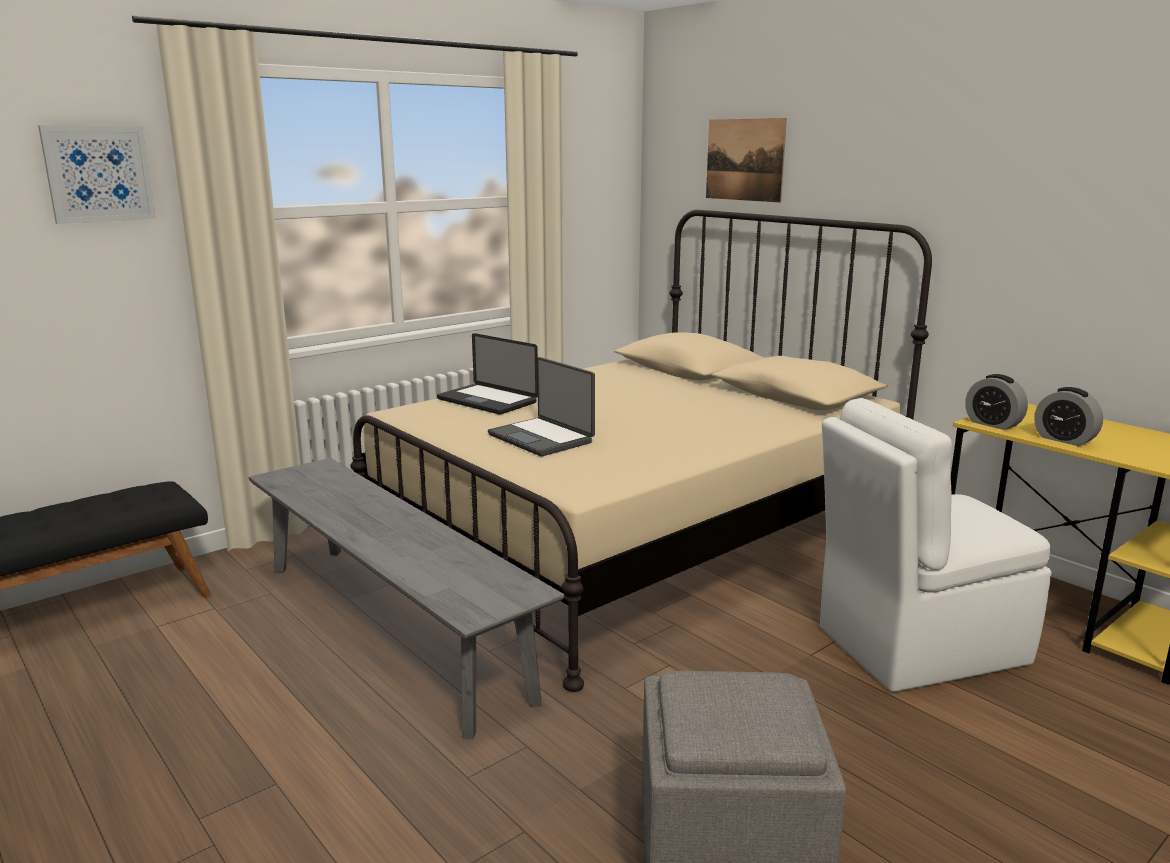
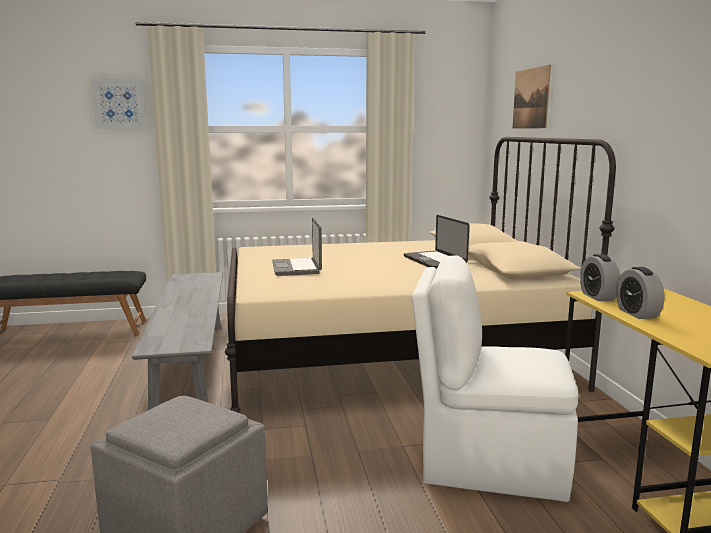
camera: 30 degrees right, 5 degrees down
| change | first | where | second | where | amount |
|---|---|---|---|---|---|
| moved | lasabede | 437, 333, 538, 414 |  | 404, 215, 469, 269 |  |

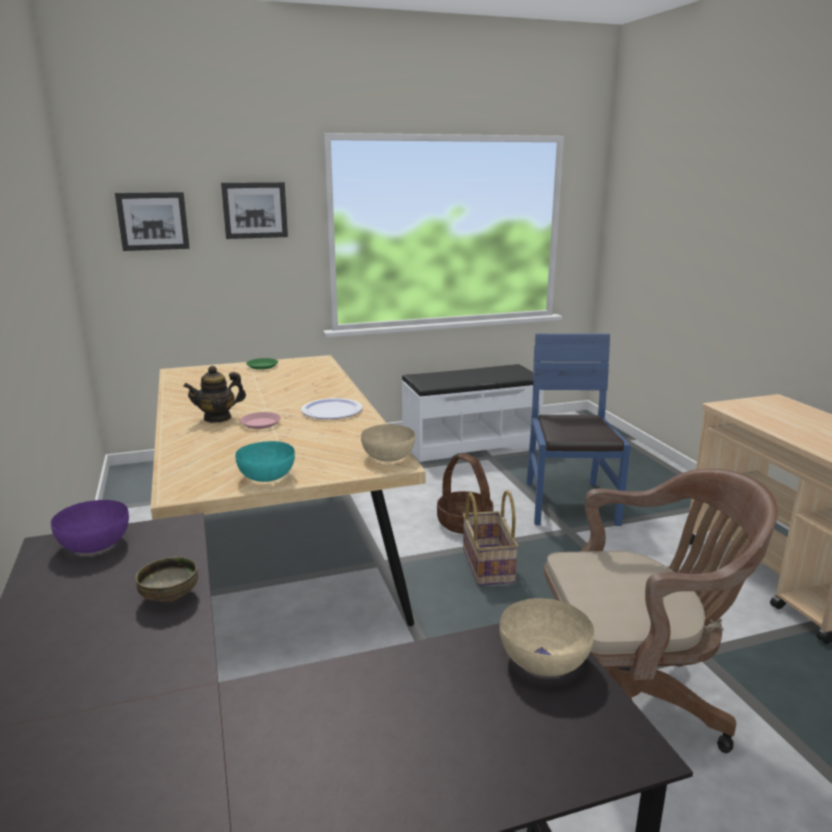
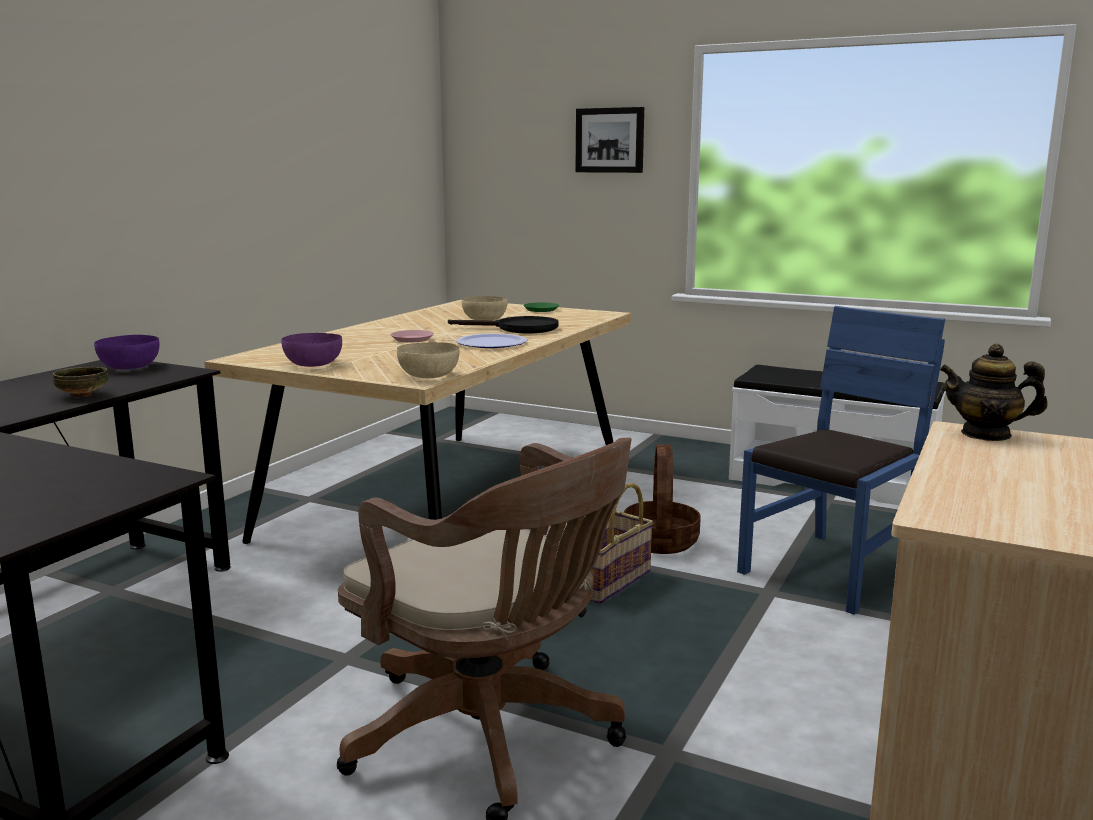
camera: 45 degrees right, 5 degrees down
| change | first | where | second | where | amount |
|---|---|---|---|---|---|
| removed | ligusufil | 115, 192, 190, 251 |  |  |  |
| moved | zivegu | 183, 366, 246, 423 |  | 940, 344, 1048, 441 |  |
| recoloured | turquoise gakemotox | 235, 441, 295, 482 | purple gakemotox | 281, 333, 342, 367 |  |
| moved | beige gakemotox | 500, 598, 594, 676 |  | 462, 296, 508, 320 |  |
| added |  |  | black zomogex | 448, 316, 559, 333 |  |

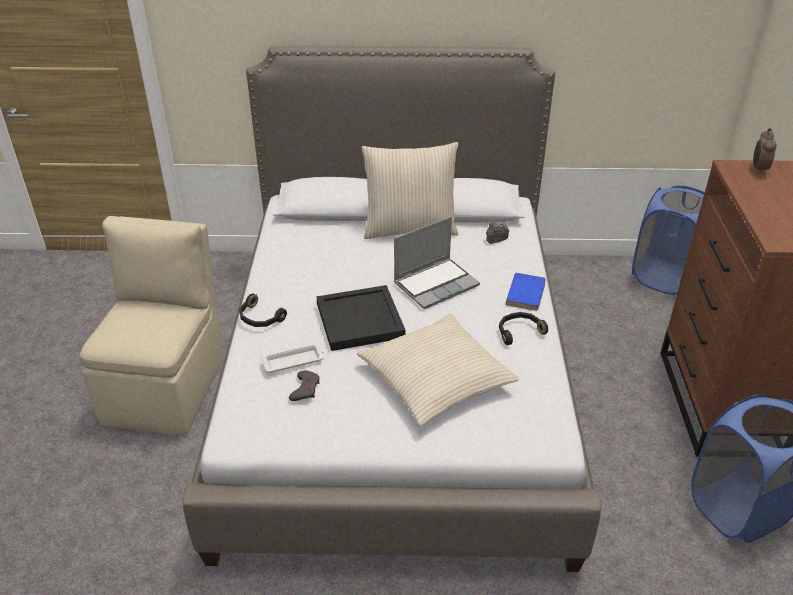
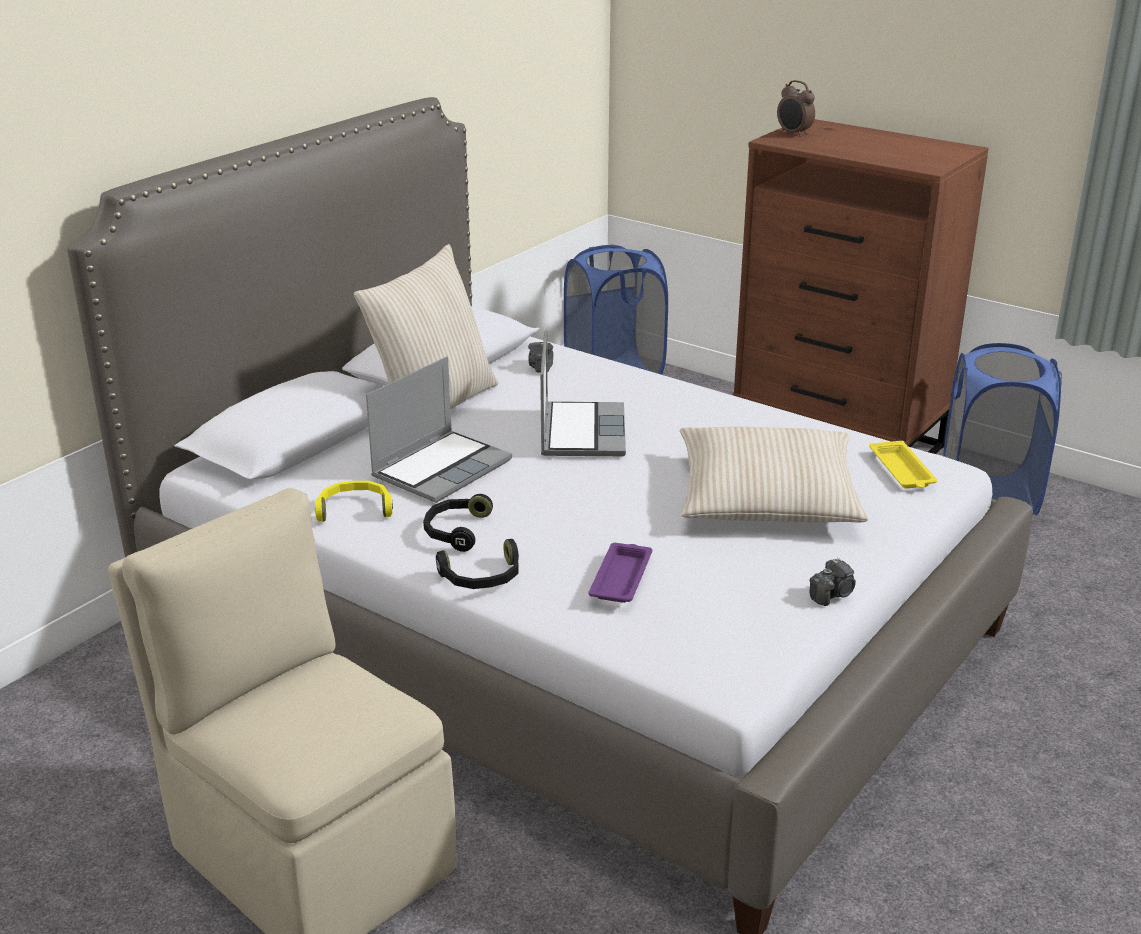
camera: 55 degrees left, 10 degrees down
| change | first | where | second | where | amount |
|---|---|---|---|---|---|
| recoloured | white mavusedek | 261, 343, 324, 372 | purple mavusedek | 588, 543, 652, 603 |  |
| removed | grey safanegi | 289, 371, 320, 401 |  |  |  |
| removed | black mavusedek | 316, 285, 406, 351 |  |  |  |
| moved | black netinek | 499, 312, 548, 345 |  | 423, 494, 493, 552 |  |
| removed | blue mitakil | 506, 273, 546, 311 |  |  |  |
| added |  |  | yellow netinek | 315, 481, 393, 522 |  |
| added |  |  | lasabede | 366, 357, 512, 503 |  |
| added |  |  | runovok | 809, 558, 856, 606 |  |
| added |  |  | yellow mavusedek | 869, 441, 937, 489 |  |

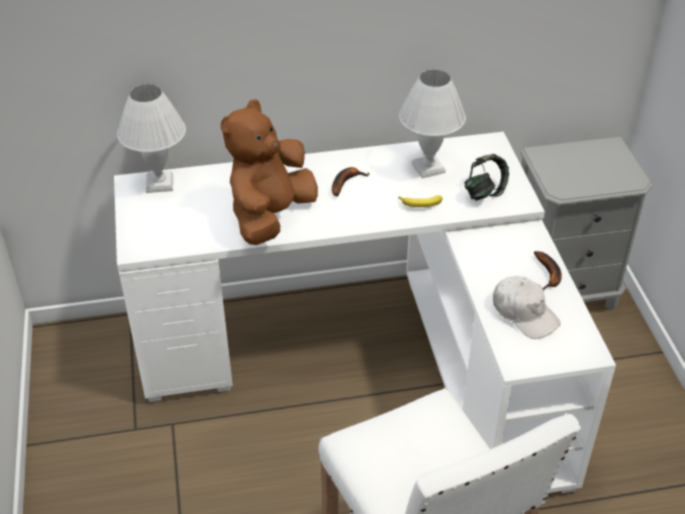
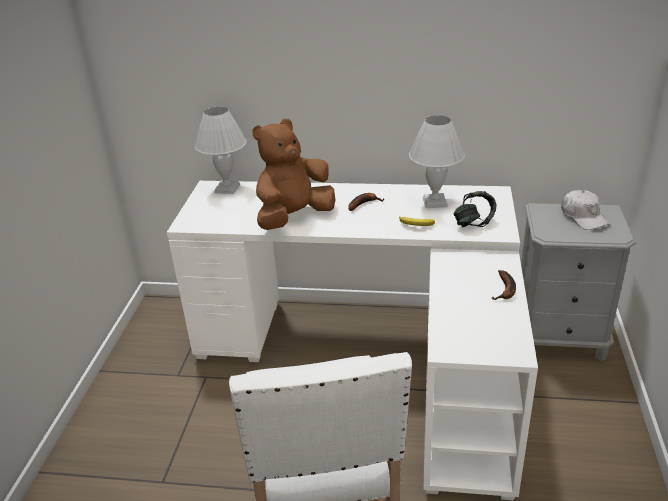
camera: 20 degrees right, 10 degrees down
| change | first | where | second | where | amount |
|---|---|---|---|---|---|
| moved | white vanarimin | 493, 276, 561, 339 |  | 561, 190, 610, 230 |  |

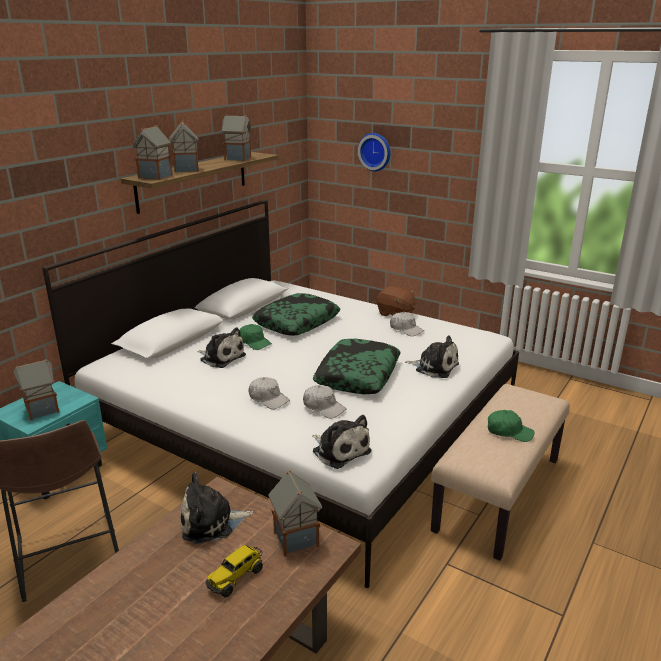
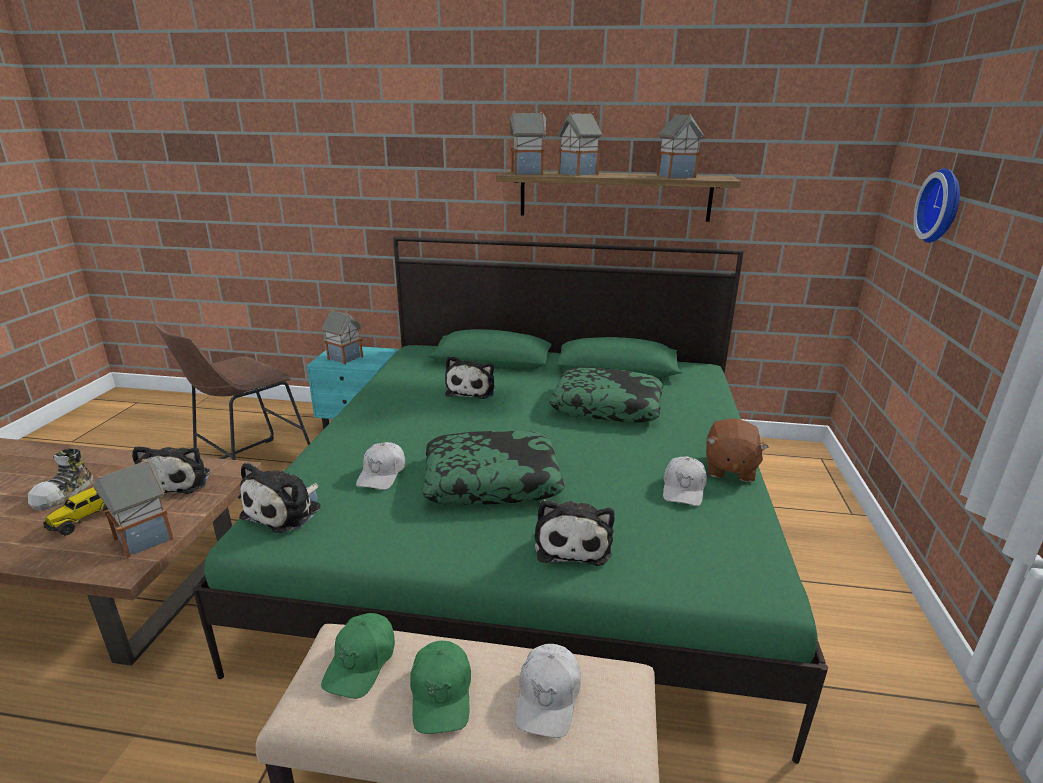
camera: 65 degrees right, 0 degrees up
| change | first | where | second | where | amount |
|---|---|---|---|---|---|
| recoloured | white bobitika | 42, 199, 519, 588 | green bobitika | 193, 236, 828, 764 |  |
| turned | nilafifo | 180, 472, 253, 544 |  | 132, 446, 210, 494 | 150 degrees counterclockwise |
| turned | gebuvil | 206, 545, 263, 598 |  | 43, 487, 108, 535 | 75 degrees counterclockwise |
| moved | green vanarimin | 239, 324, 272, 350 |  | 321, 613, 395, 699 |  |
| moved | white vanarimin | 248, 377, 290, 409 |  | 515, 644, 581, 738 |  |
| added |  |  | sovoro | 28, 448, 93, 511 |  |

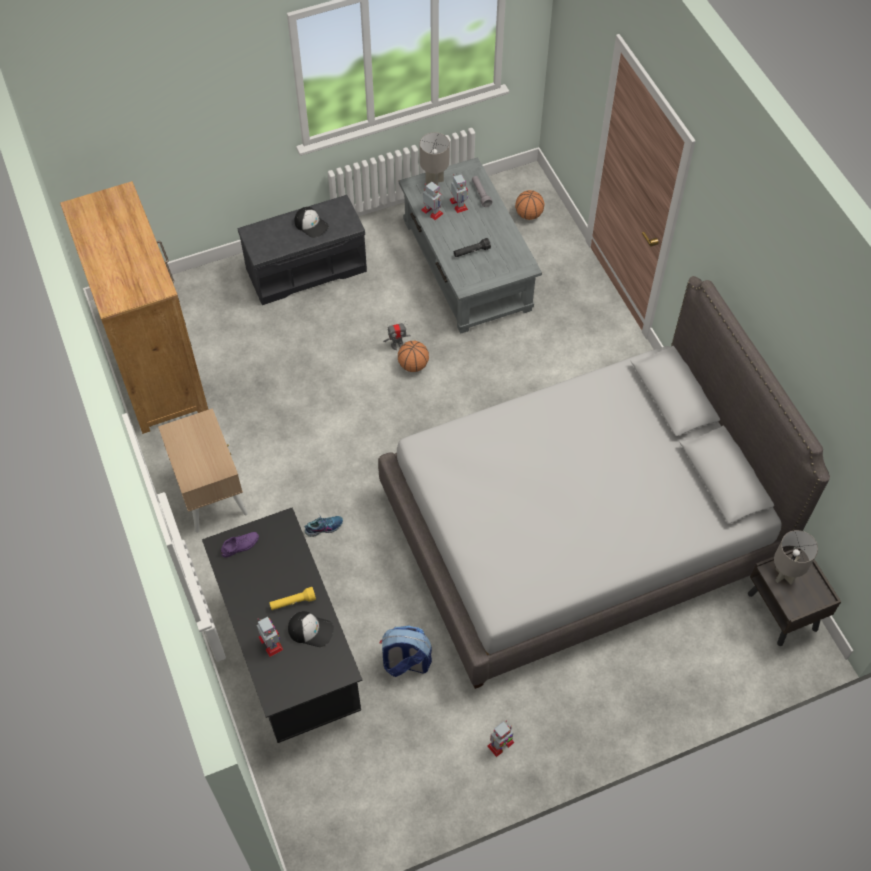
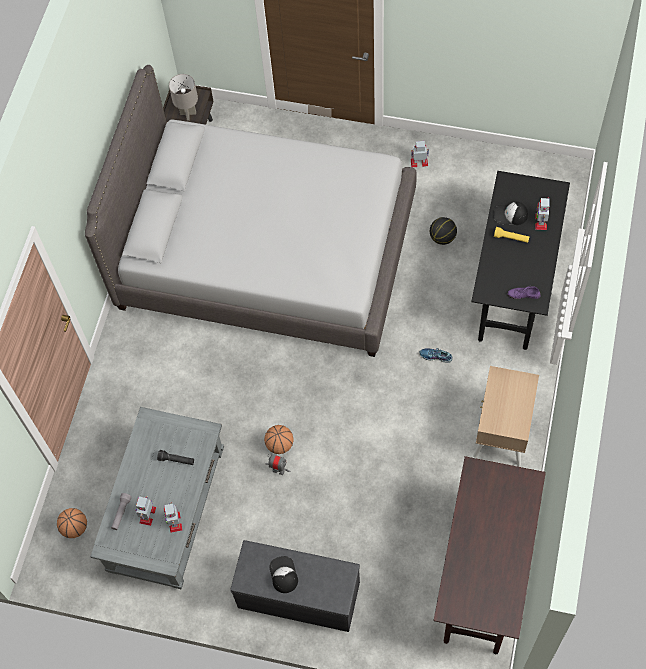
camera: 140 degrees left, 5 degrees up
| change | first | where | second | where | amount |
|---|---|---|---|---|---|
| replaced | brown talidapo | 60, 181, 209, 434 | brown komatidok | 433, 456, 546, 655 |  |
| turned | vanarimin | 288, 611, 334, 647 |  | 494, 202, 528, 225 | 45 degrees counterclockwise |
| replaced | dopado | 380, 626, 432, 677 | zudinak | 430, 217, 457, 245 |  |
| removed | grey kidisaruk | 420, 132, 450, 185 |  |  |  |

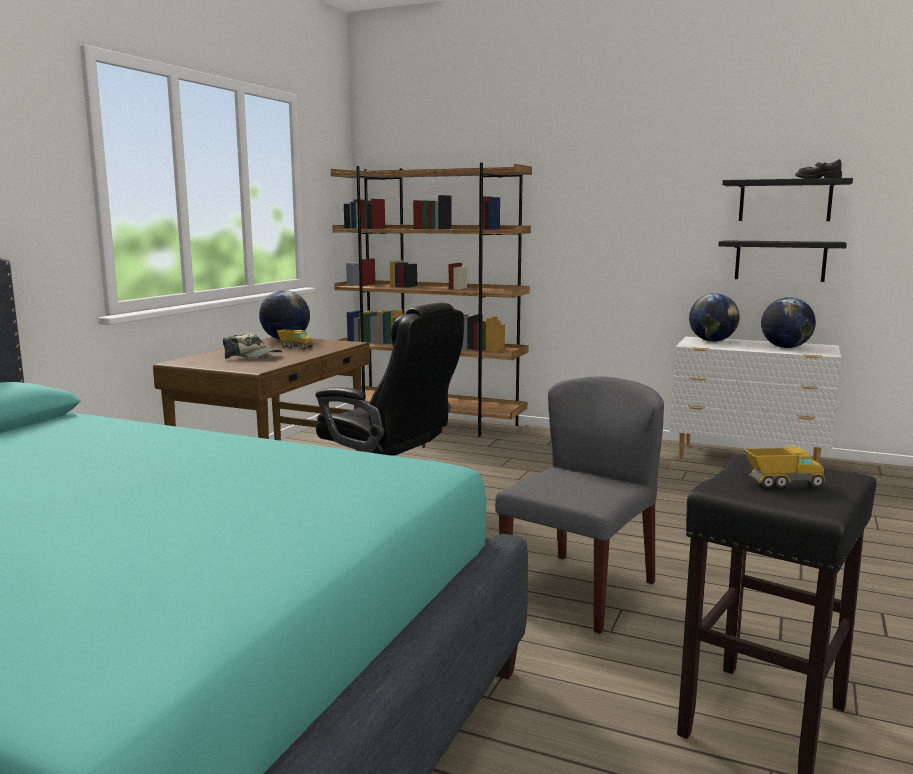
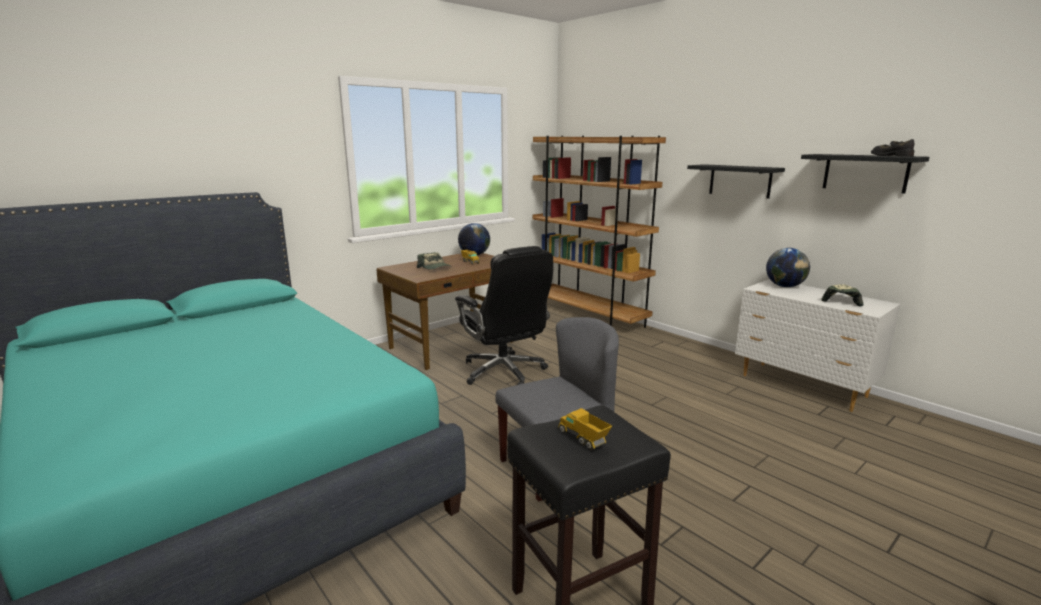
camera: 25 degrees right, 5 degrees up
| change | first | where | second | where | amount |
|---|---|---|---|---|---|
| moved | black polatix | 718, 240, 847, 282 |  | 687, 164, 785, 199 |  |
| turned | gebuvil | 744, 446, 825, 488 |  | 558, 408, 612, 450 | 150 degrees counterclockwise |
| replaced | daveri | 761, 297, 816, 348 | vanarimin | 821, 284, 863, 307 |  |

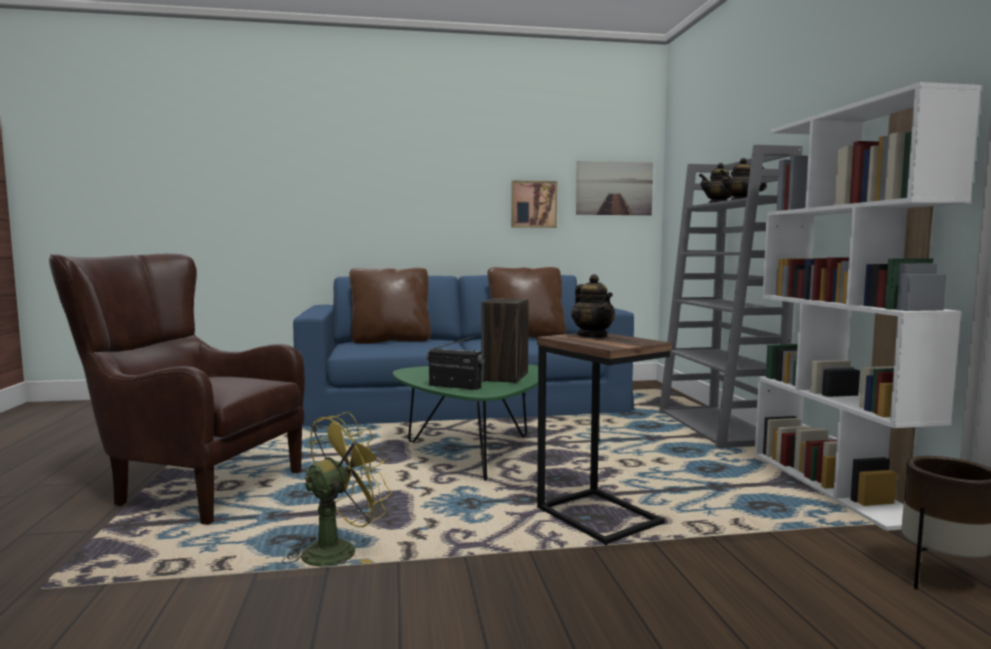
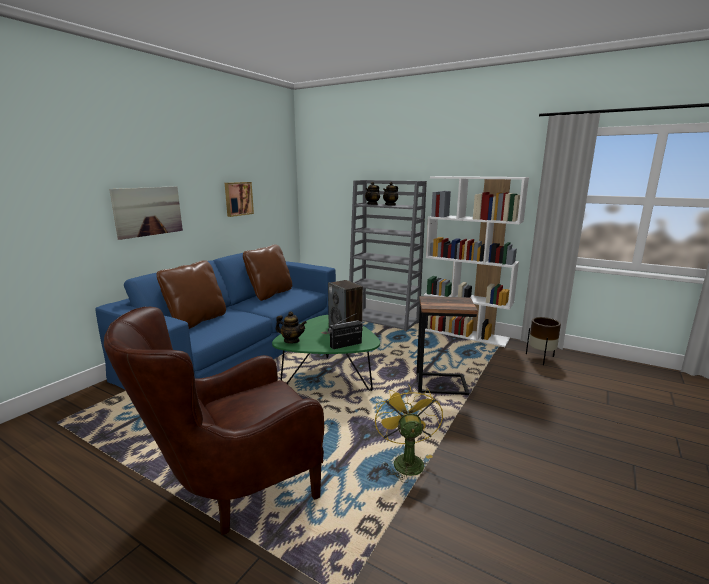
camera: 50 degrees left, 10 degrees up
| change | first | where | second | where | amount |
|---|---|---|---|---|---|
| moved | zivegu | 571, 274, 615, 338 |  | 276, 312, 307, 344 |  |
| moved | ligusufil | 576, 161, 653, 215 |  | 109, 186, 183, 240 |  |

